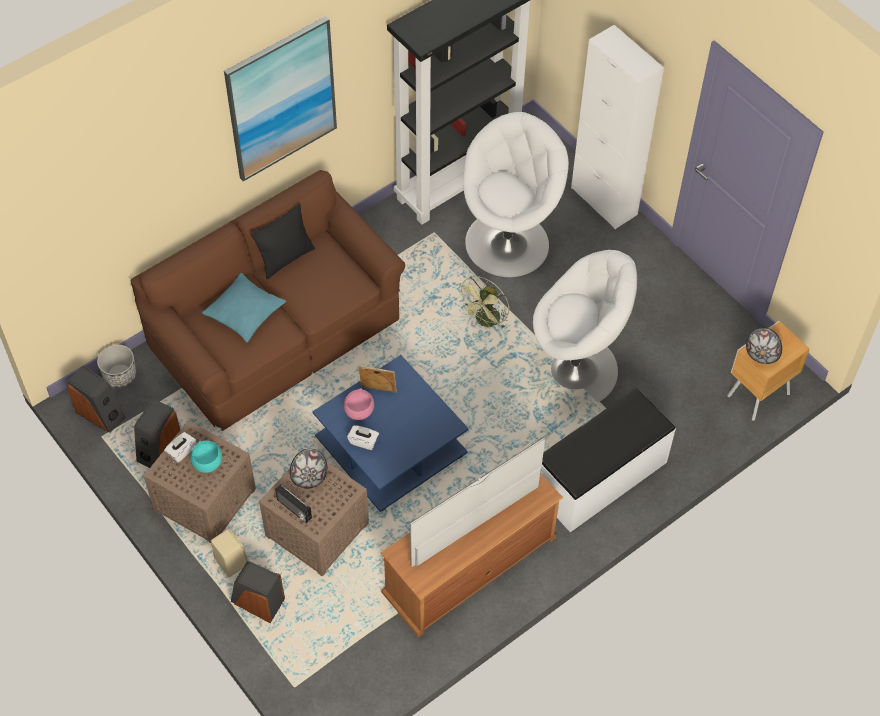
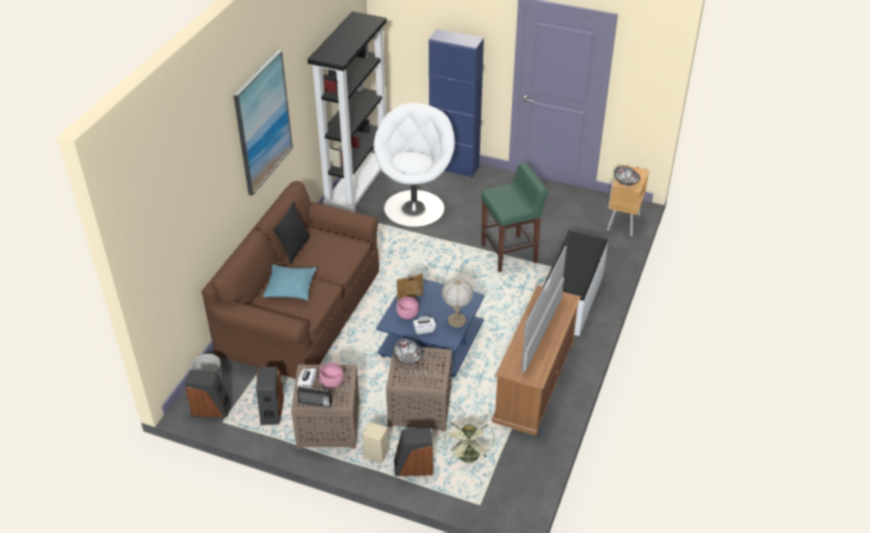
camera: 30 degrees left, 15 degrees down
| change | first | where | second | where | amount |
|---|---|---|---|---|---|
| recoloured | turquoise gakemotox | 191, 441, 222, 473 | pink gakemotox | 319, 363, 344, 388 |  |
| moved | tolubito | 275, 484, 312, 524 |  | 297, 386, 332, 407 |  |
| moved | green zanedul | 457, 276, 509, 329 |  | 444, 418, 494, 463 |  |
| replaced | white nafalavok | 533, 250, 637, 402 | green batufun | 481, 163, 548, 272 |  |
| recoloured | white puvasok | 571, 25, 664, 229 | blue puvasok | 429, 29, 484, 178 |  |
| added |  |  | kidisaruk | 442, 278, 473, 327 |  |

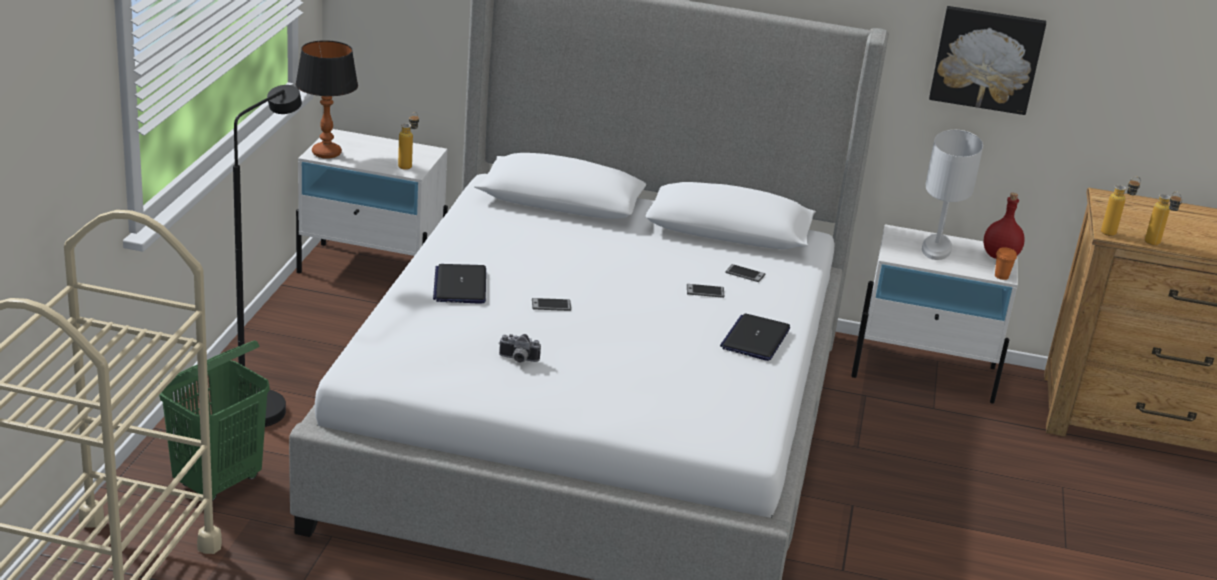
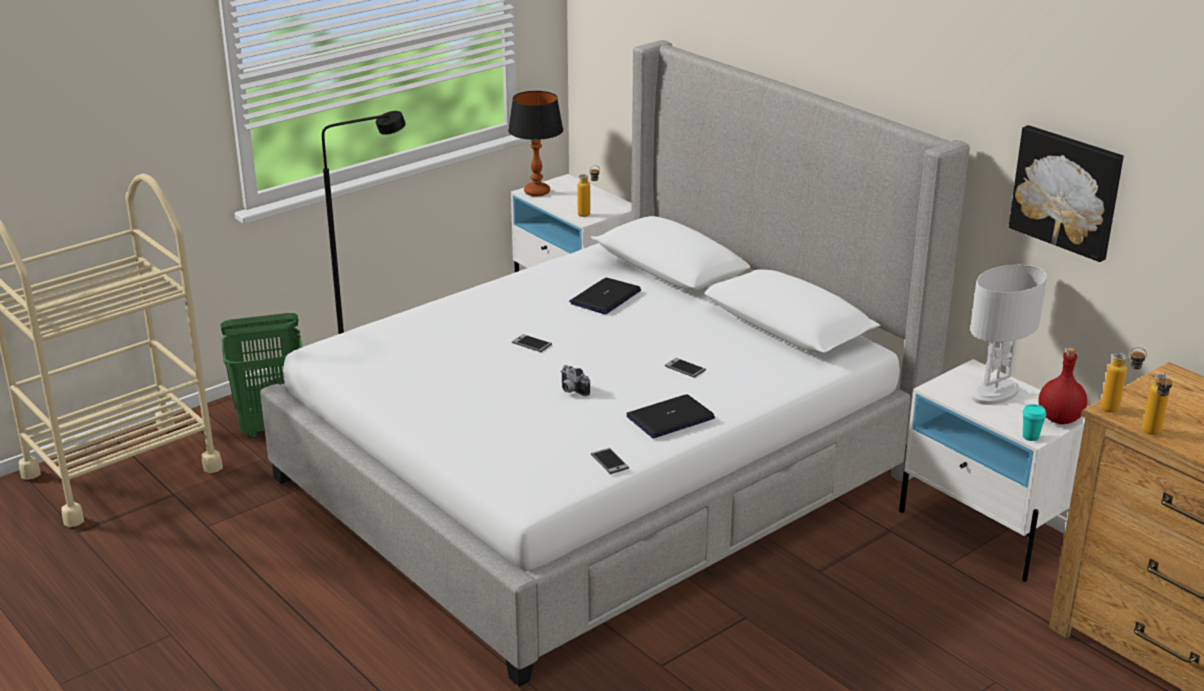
camera: 40 degrees right, 0 degrees up
| change | first | where | second | where | amount |
|---|---|---|---|---|---|
| moved | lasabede | 433, 264, 486, 304 |  | 569, 278, 641, 314 |  |
| moved | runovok | 499, 334, 541, 363 |  | 561, 365, 590, 396 |  |
| moved | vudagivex | 725, 264, 766, 282 |  | 591, 448, 629, 474 |  |
| recoloured | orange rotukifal | 995, 247, 1017, 280 | turquoise rotukifal | 1022, 404, 1046, 441 |  |

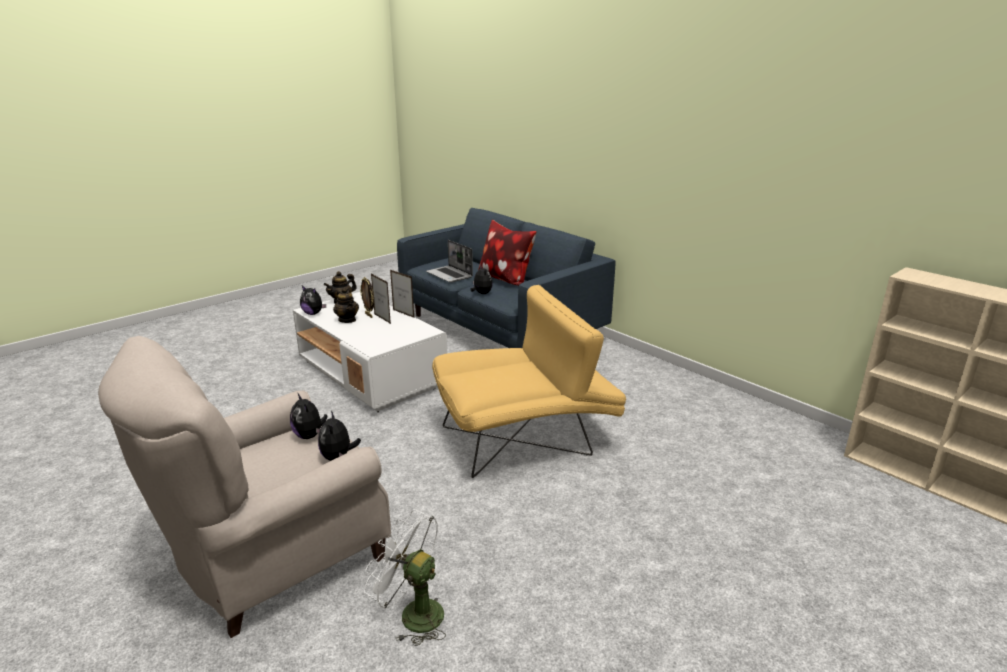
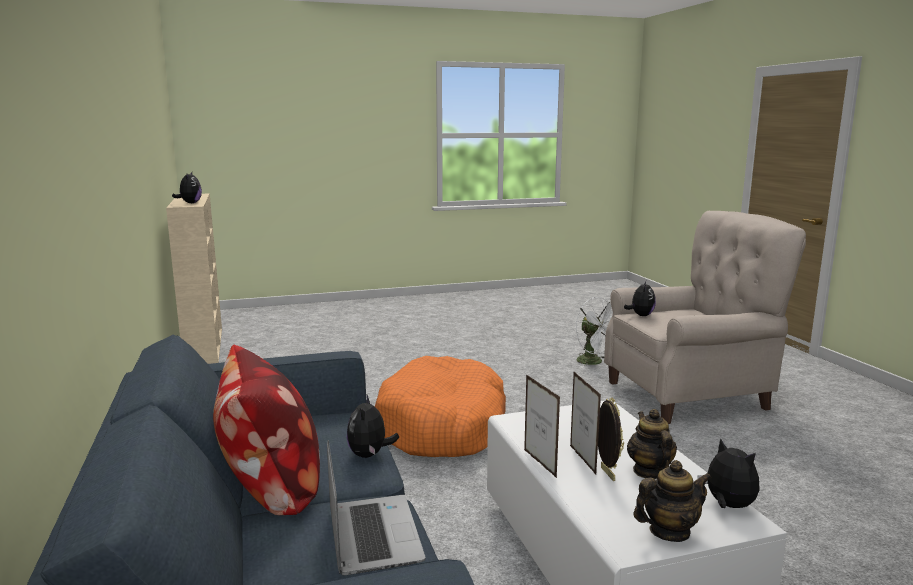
camera: 155 degrees left, 10 degrees down
| change | first | where | second | where | amount |
|---|---|---|---|---|---|
| moved | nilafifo | 290, 393, 327, 439 |  | 172, 172, 202, 203 |  |
| replaced | yellow nafalavok | 432, 285, 626, 478 | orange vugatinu | 375, 356, 506, 457 |  |

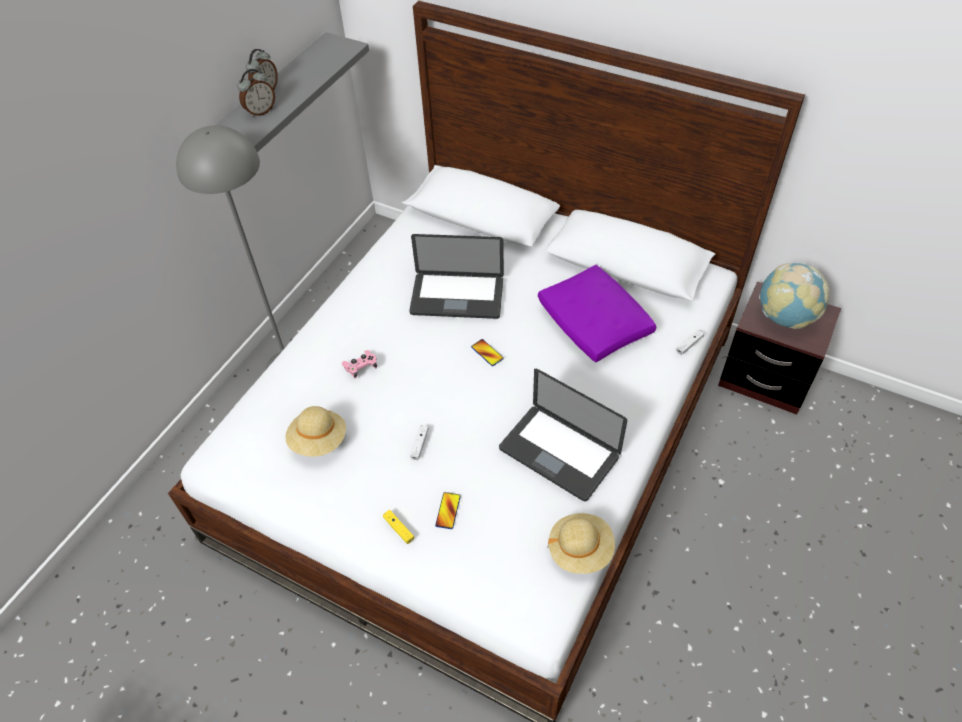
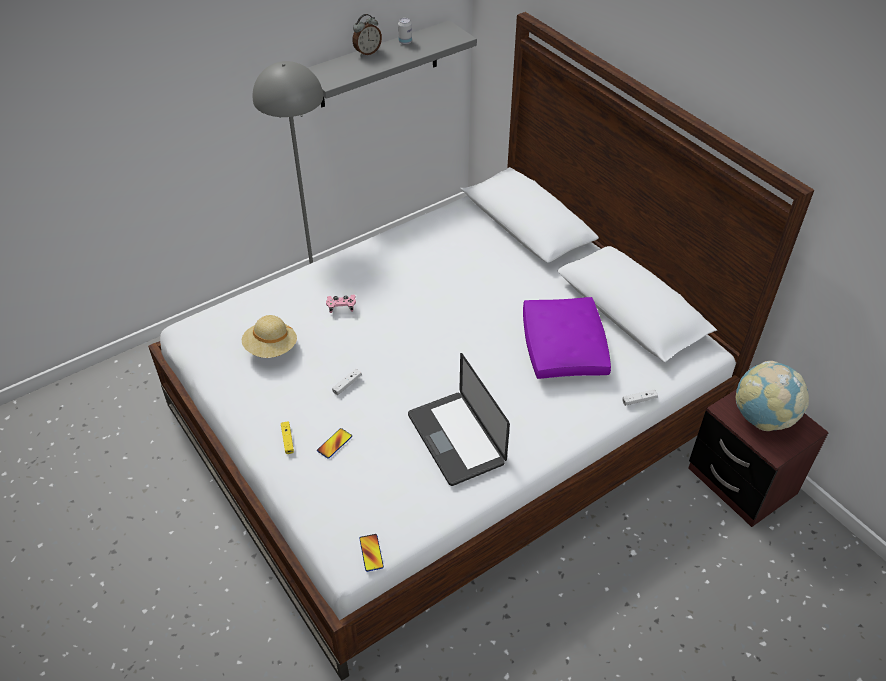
camera: 25 degrees right, 5 degrees down
| change | first | where | second | where | amount |
|---|---|---|---|---|---|
| removed | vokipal | 238, 69, 275, 117 |  |  |  |
| removed | lasabede | 409, 234, 504, 319 |  |  |  |
| moved | vudagivex | 471, 339, 504, 366 |  | 359, 534, 384, 572 |  |
| removed | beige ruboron | 547, 513, 615, 574 |  |  |  |
| added |  |  | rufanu | 398, 18, 412, 45 |  |

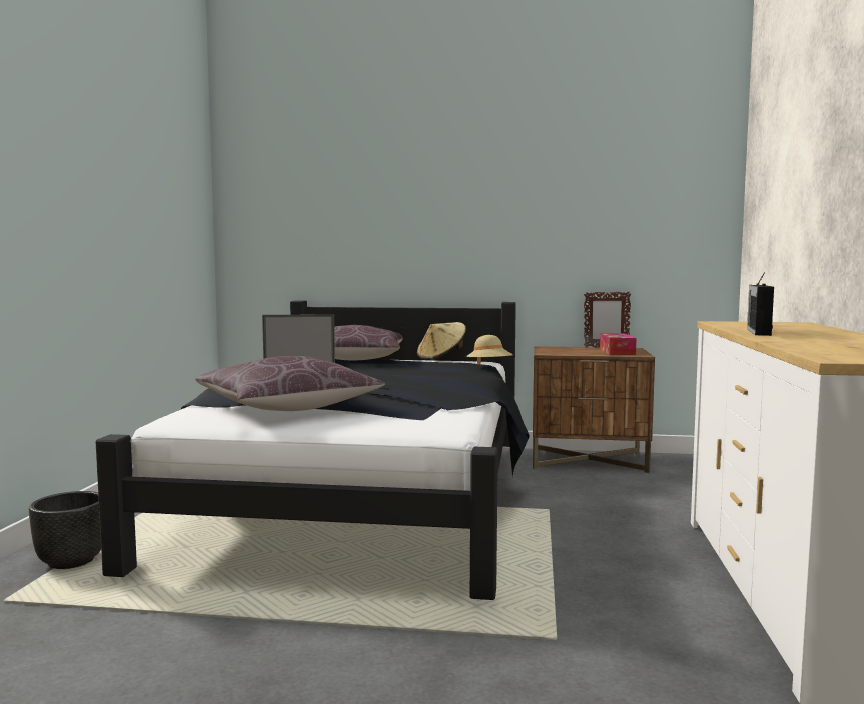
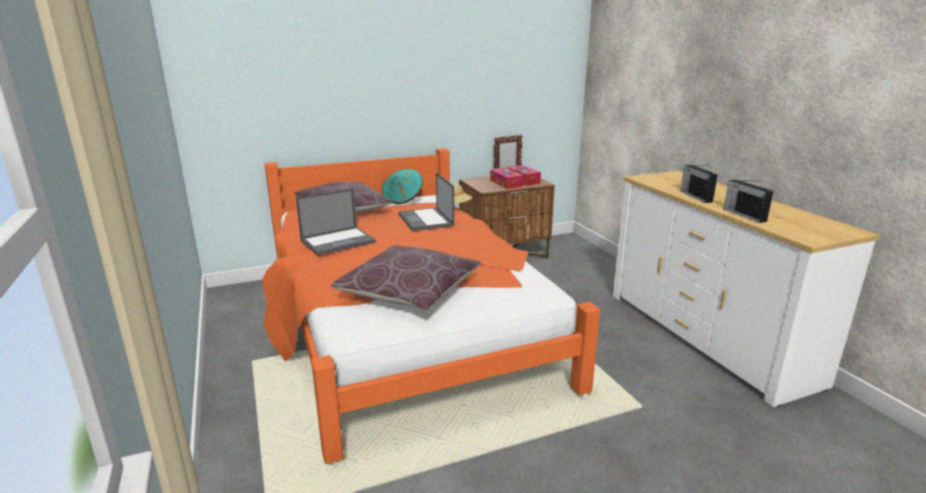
camera: 30 degrees left, 15 degrees up
| change | first | where | second | where | amount |
|---|---|---|---|---|---|
| removed | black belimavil | 29, 491, 101, 569 |  |  |  |
| recoloured | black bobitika | 95, 300, 530, 600 | orange bobitika | 263, 148, 600, 464 |  |
| recoloured | beige ruboron | 417, 322, 466, 360 | turquoise ruboron | 382, 169, 423, 204 |  |
| added |  |  | lasabede | 398, 173, 454, 231 |  |
| added |  |  | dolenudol | 490, 168, 523, 189 |  |
| added |  |  | tolubito | 724, 180, 773, 223 |  |

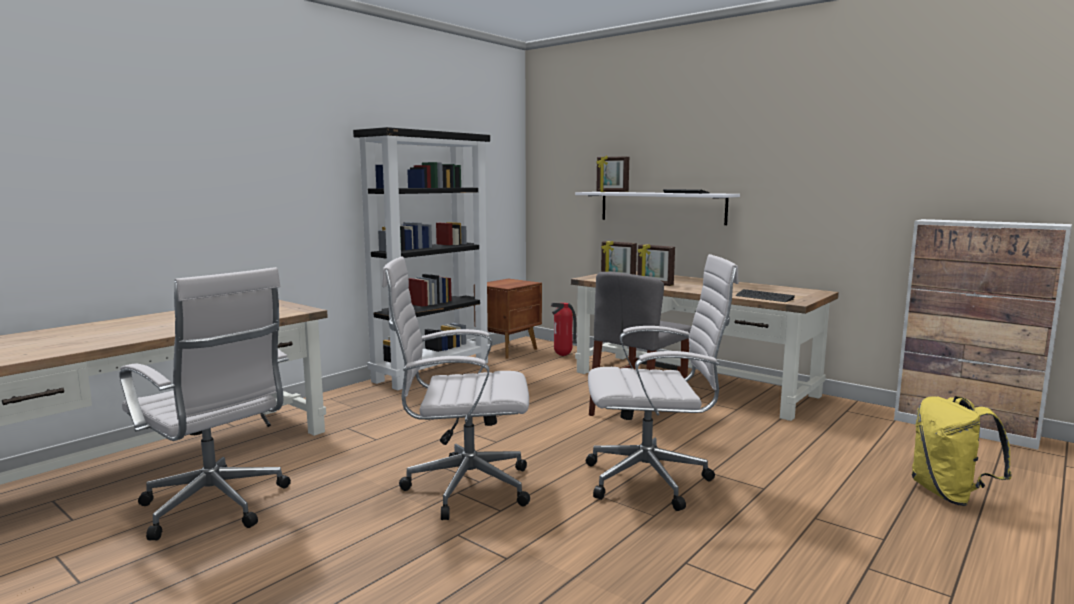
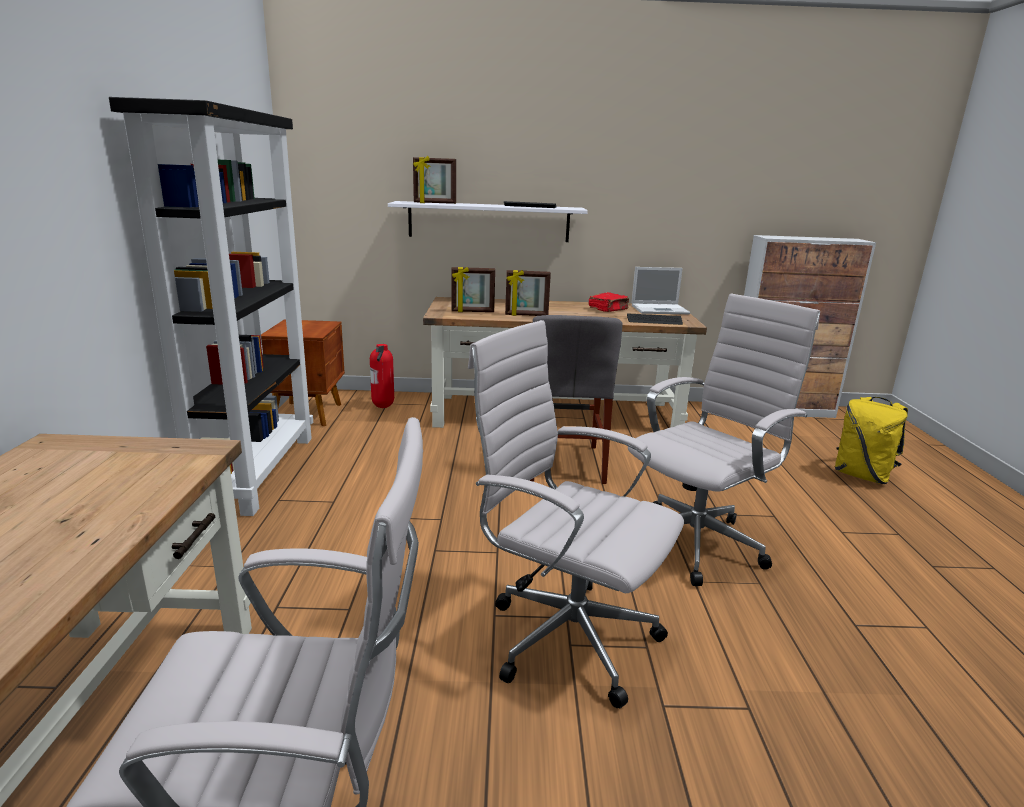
camera: 40 degrees left, 10 degrees up
| change | first | where | second | where | amount |
|---|---|---|---|---|---|
| turned | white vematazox | 382, 257, 530, 520 |  | 468, 320, 684, 708 | 75 degrees clockwise |
| added |  |  | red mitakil | 589, 292, 629, 312 |  |
| added |  |  | lasabede | 632, 267, 690, 314 |  |

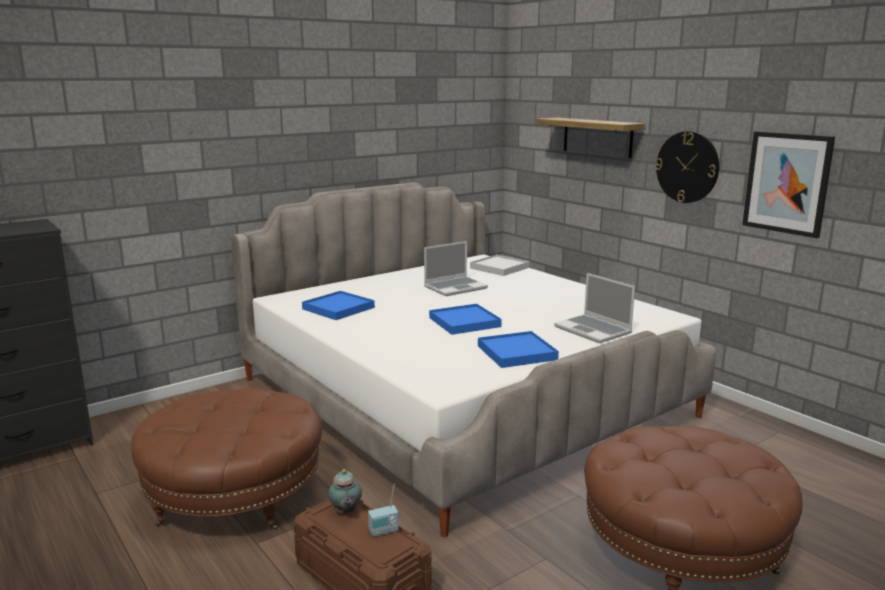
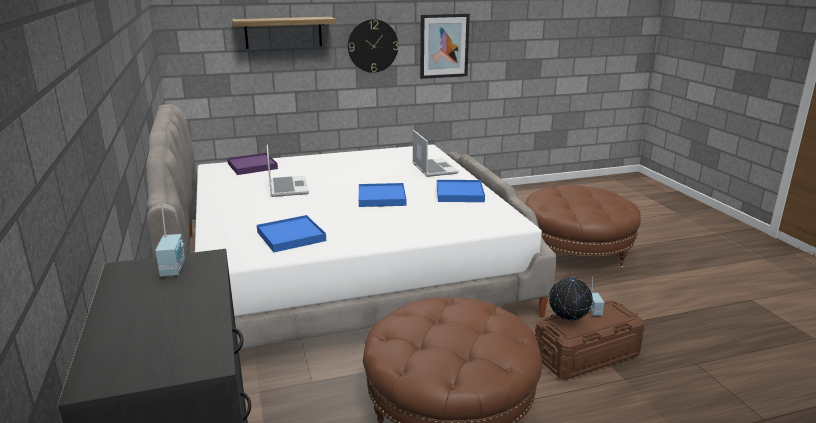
camera: 70 degrees left, 5 degrees up
| change | first | where | second | where | amount |
|---|---|---|---|---|---|
| replaced | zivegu | 328, 469, 362, 514 | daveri | 549, 275, 593, 323 |  |
| recoloured | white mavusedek | 470, 255, 529, 276 | purple mavusedek | 227, 153, 278, 175 |  |
| turned | lasabede | 554, 273, 635, 343 |  | 412, 130, 459, 177 | 90 degrees counterclockwise |
| added |  |  | tolubito | 155, 203, 185, 277 |  |

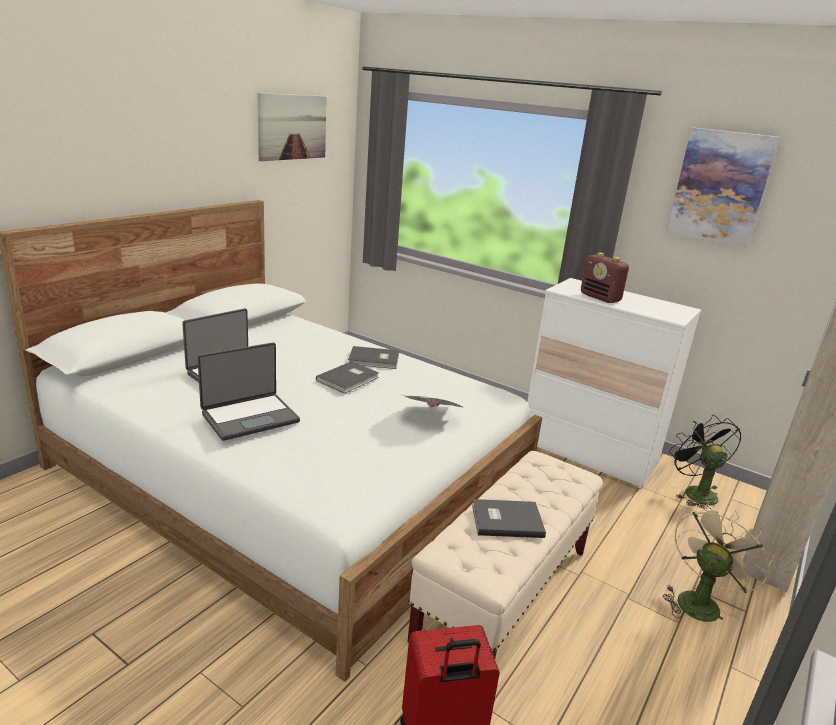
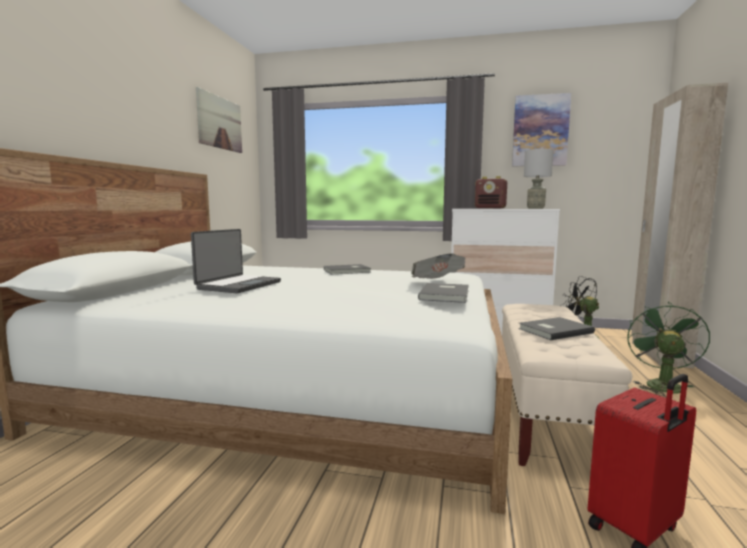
camera: 20 degrees left, 15 degrees down
| change | first | where | second | where | amount |
|---|---|---|---|---|---|
| removed | lasabede | 197, 342, 300, 441 |  |  |  |
| moved | grey mitakil | 316, 361, 379, 394 |  | 418, 283, 469, 303 |  |
| recoloured | beige zanedul | 663, 504, 775, 622 | green zanedul | 627, 302, 710, 396 |  |
| added |  |  | grey kidisaruk | 524, 149, 554, 209 |  |

